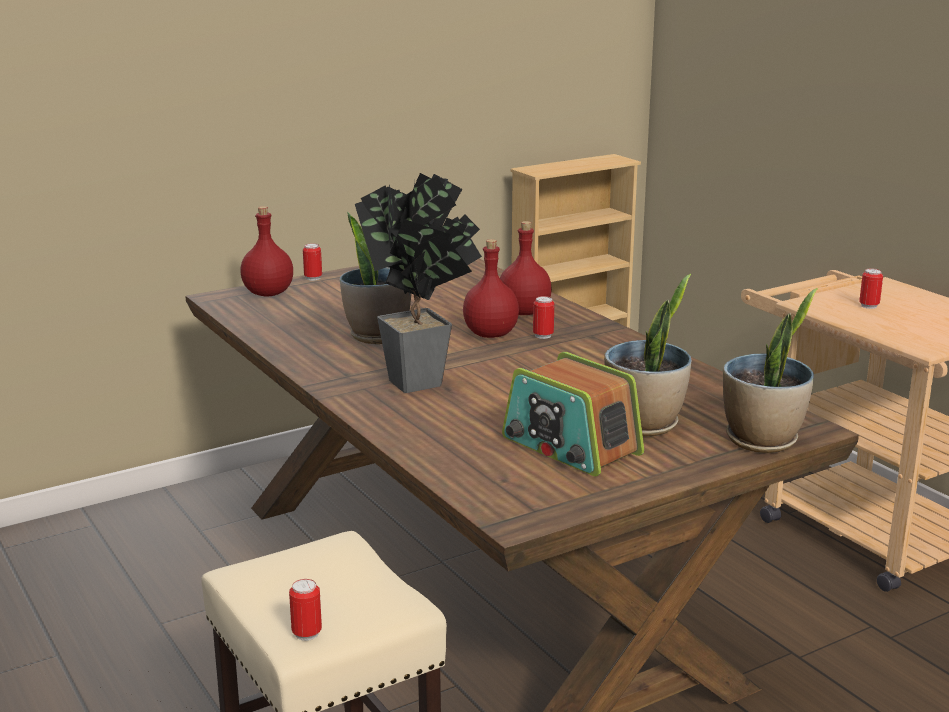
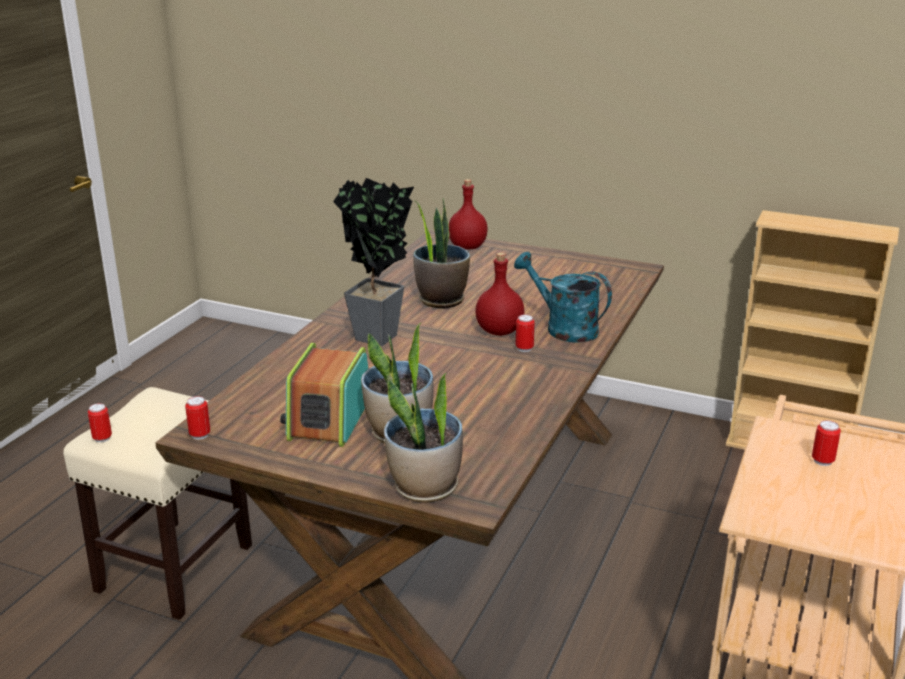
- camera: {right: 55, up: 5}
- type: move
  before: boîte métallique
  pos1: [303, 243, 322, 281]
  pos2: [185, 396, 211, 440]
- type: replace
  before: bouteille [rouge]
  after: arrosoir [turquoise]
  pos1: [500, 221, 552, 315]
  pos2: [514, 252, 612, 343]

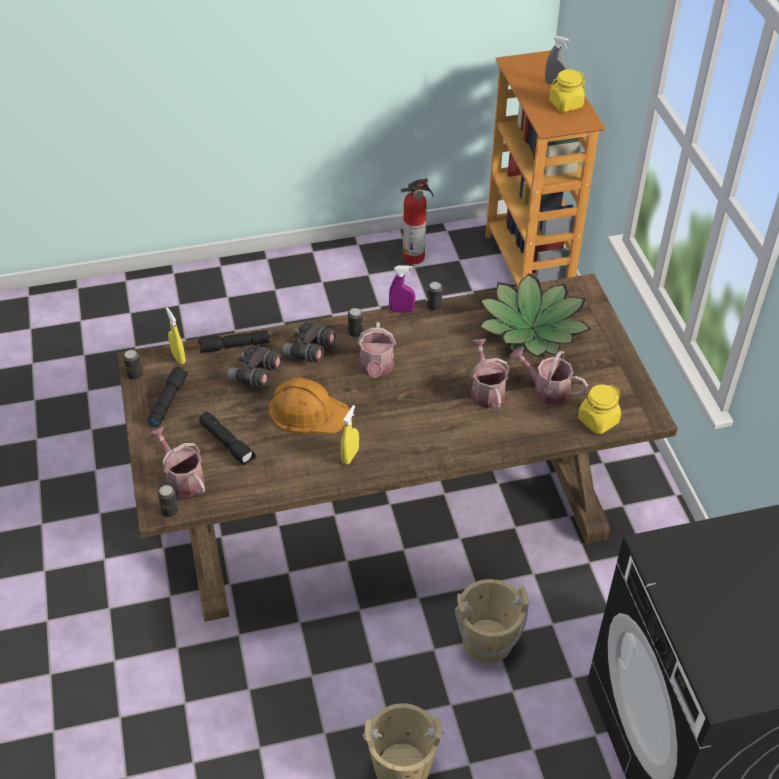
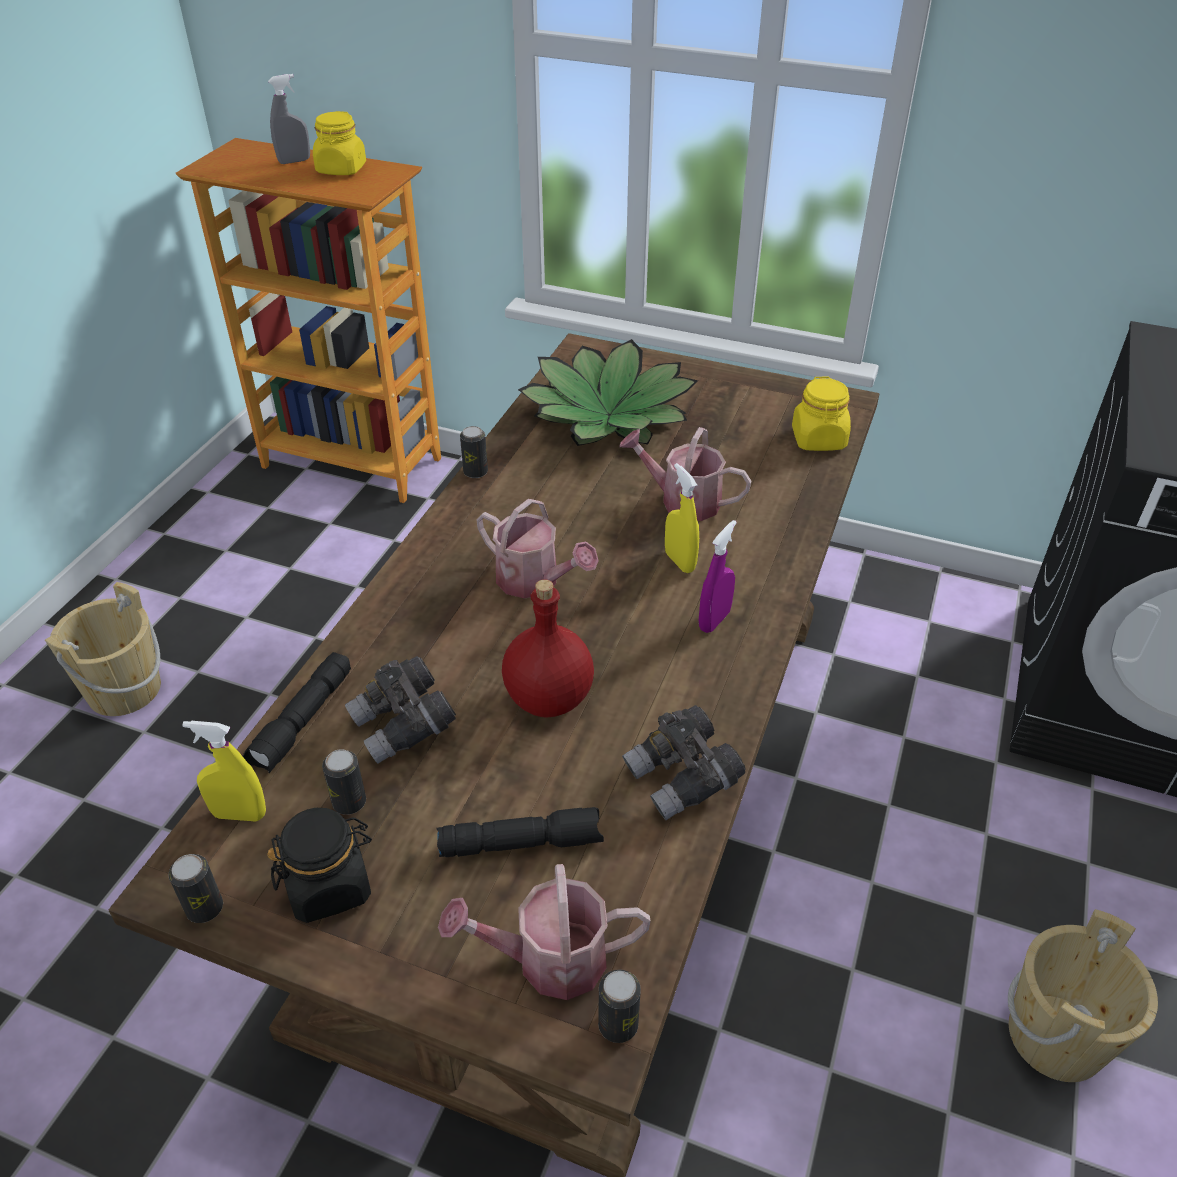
- camera: {right: -55, up: -5}
- type: move
  before: seau [beige]
  pos1: [455, 579, 529, 663]
  pos2: [45, 582, 161, 716]
- type: replace
  before: lampe de poche [noir]
  after: bocal [noir]
  pos1: [148, 367, 188, 427]
  pos2: [267, 808, 372, 923]
- type: move
  before: boîte métallique
  pos1: [348, 308, 363, 337]
  pos2: [322, 749, 366, 815]
- type: replace
  before: casque de chantier [orange]
  after: bouteille [rouge]
  pos1: [269, 377, 349, 434]
  pos2: [502, 580, 594, 717]
- type: move
  before: jumelles [gris]
  pos1: [282, 322, 337, 363]
  pos2: [622, 705, 746, 820]
- type: move
  before: vaporisateur [jaune]
  pos1: [341, 405, 359, 465]
  pos2: [665, 463, 699, 573]
- type: move
  before: vaporisateur [violet]
  pos1: [389, 265, 415, 312]
  pos2: [699, 520, 737, 633]
- type: delete
  before: extincteur
  pos1: [401, 178, 433, 264]
- type: delete
  before: arrosoir
  pos1: [510, 347, 588, 405]

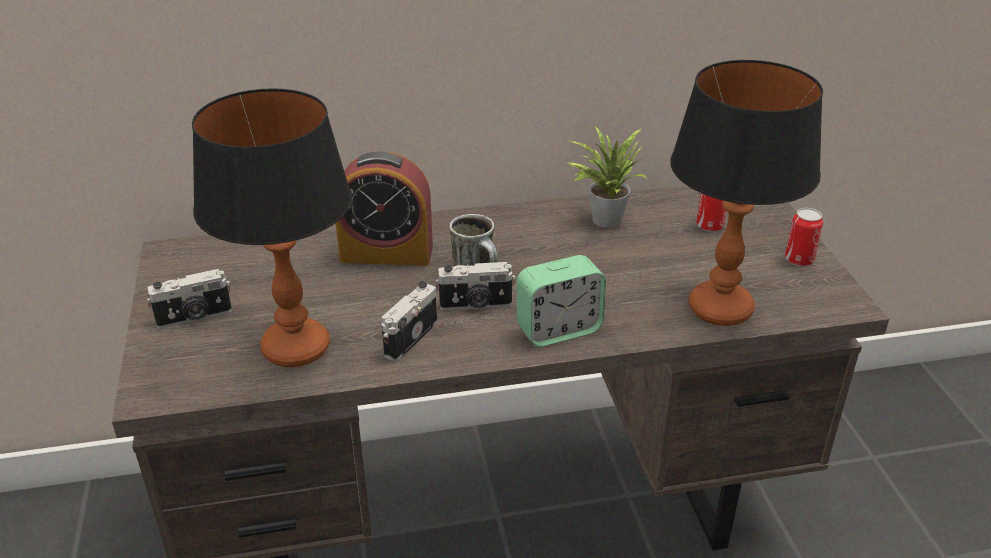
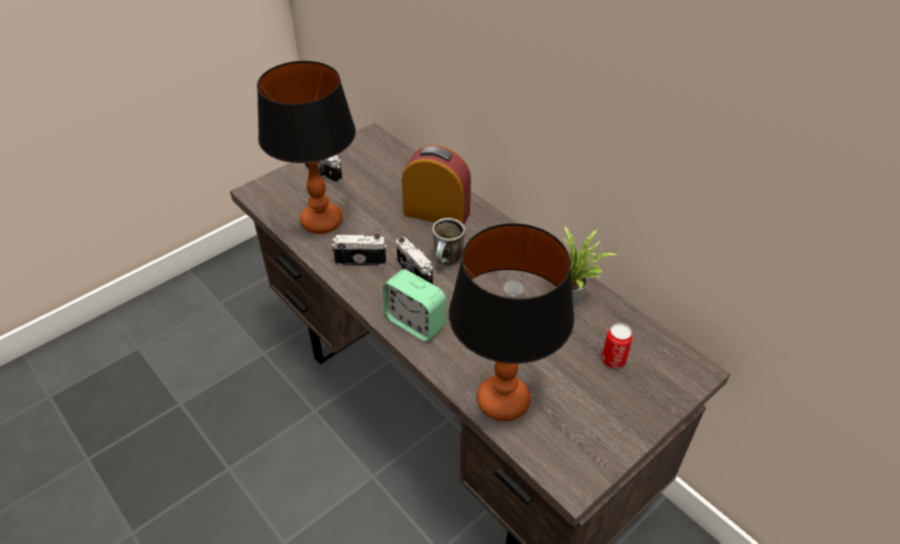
- camera: {right: 60, up: 10}
- type: rotate
  before: réveil
  pos1: [336, 151, 433, 266]
  pos2: [402, 145, 471, 225]
  turn: 135
- type: delete
  before: boîte métallique
  pos1: [785, 208, 823, 266]

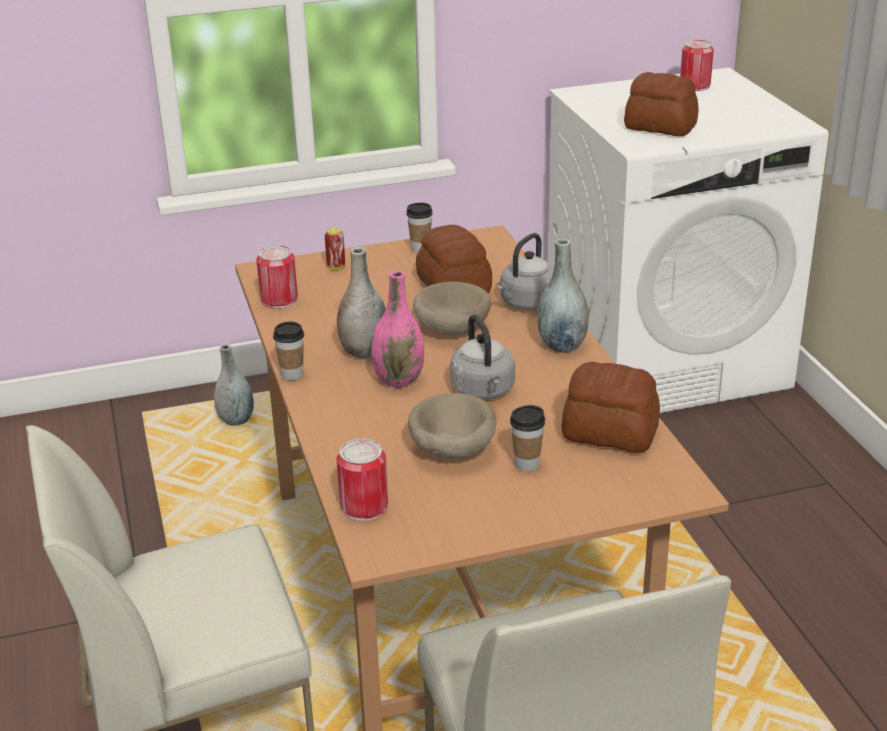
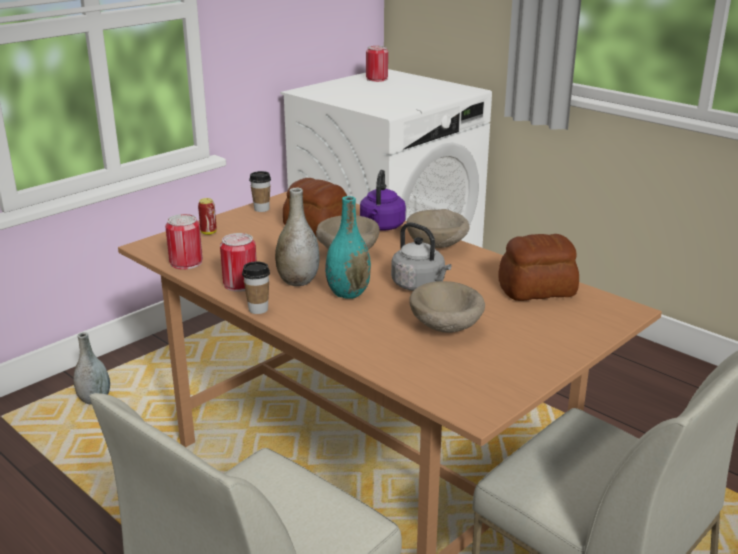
- camera: {right: -30, up: -5}
- type: move
  before: boîte métallique
  pos1: [337, 439, 388, 521]
  pos2: [220, 233, 257, 292]
- type: recolor
  before: vase [rose]
  after: vase [turquoise]
  pos1: [371, 271, 424, 388]
  pos2: [325, 196, 371, 299]
- type: recolor
  before: bouilloire [gris]
  after: bouilloire [violet]
  pos1: [497, 233, 554, 310]
  pos2: [360, 170, 406, 230]
- type: replace
  before: vase [gris]
  after: bol [beige]
  pos1: [537, 239, 589, 353]
  pos2: [406, 209, 470, 248]
- type: delete
  before: tasse
  pos1: [510, 405, 545, 471]
- type: delete
  before: pain
  pos1: [624, 72, 699, 136]

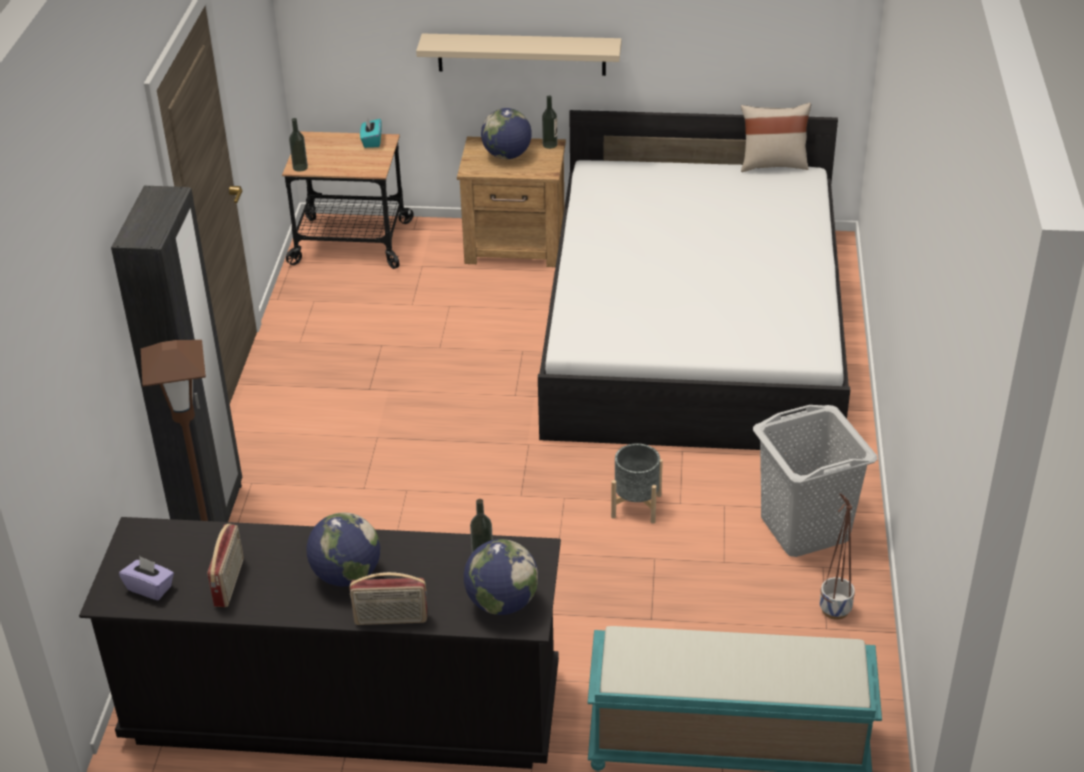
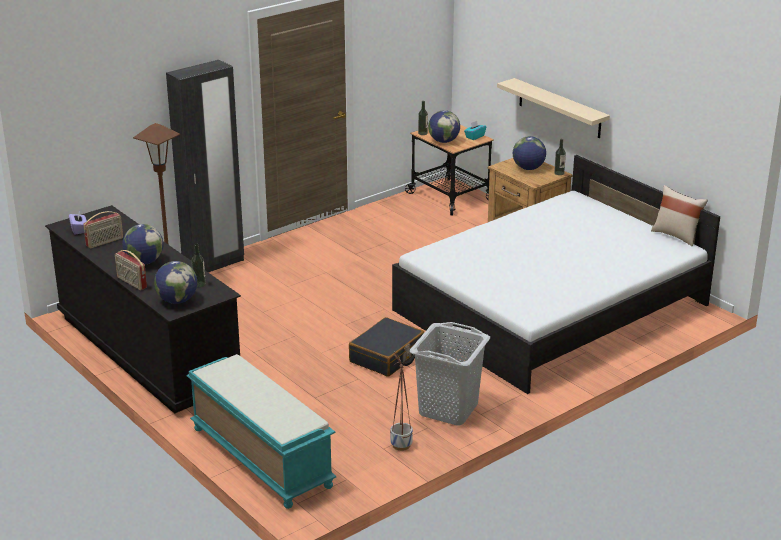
- camera: {right: 45, up: -10}
- type: replace
  before: cache-pot [gris]
  after: valise [noir]
  pos1: [611, 443, 663, 524]
  pos2: [349, 317, 424, 377]
- type: insert
  after: globe
  pos2: [428, 110, 460, 143]

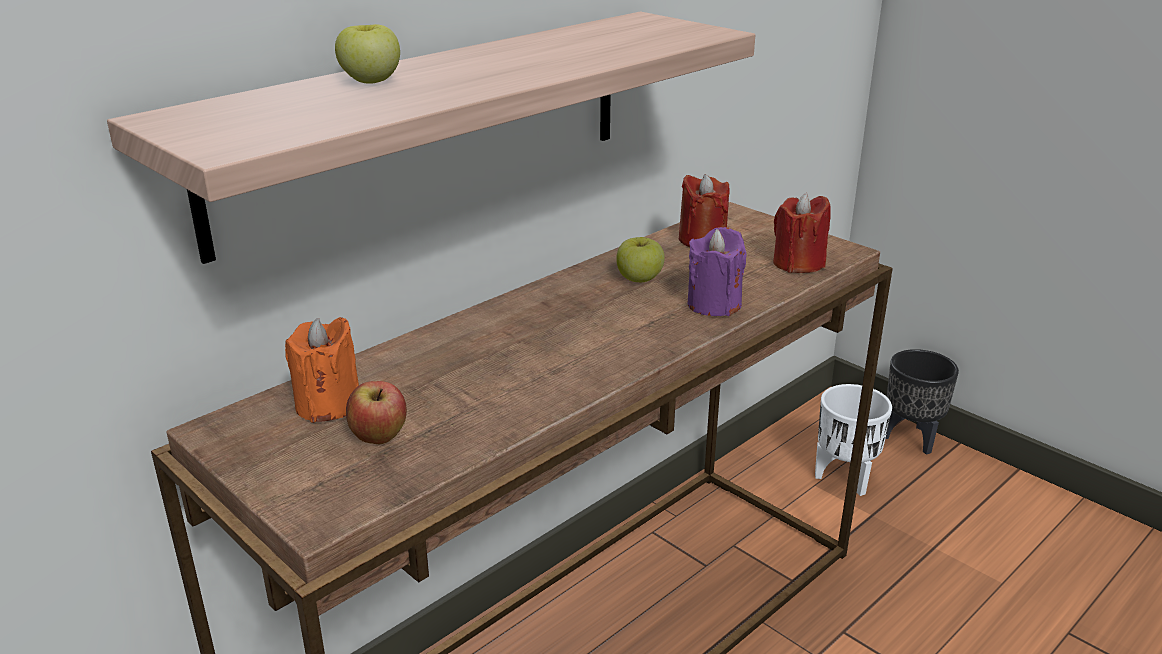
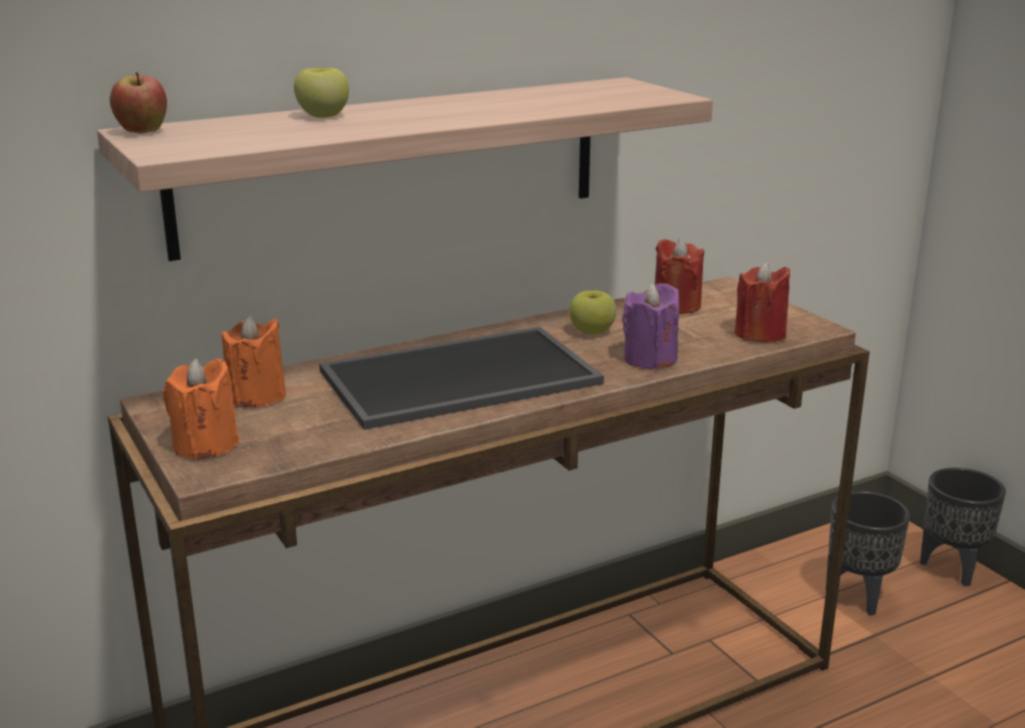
- camera: {right: 15, up: -5}
- type: move
  before: pomme
  pos1: [346, 381, 407, 444]
  pos2: [110, 72, 167, 134]
- type: insert
  after: bougie [orange]
  pos2: [163, 358, 239, 460]
- type: insert
  after: plateau
  pos2: [319, 327, 604, 430]
- type: recolor
  before: cache-pot [blanc]
  after: cache-pot [noir]
  pos1: [815, 384, 892, 496]
  pos2: [826, 491, 910, 615]

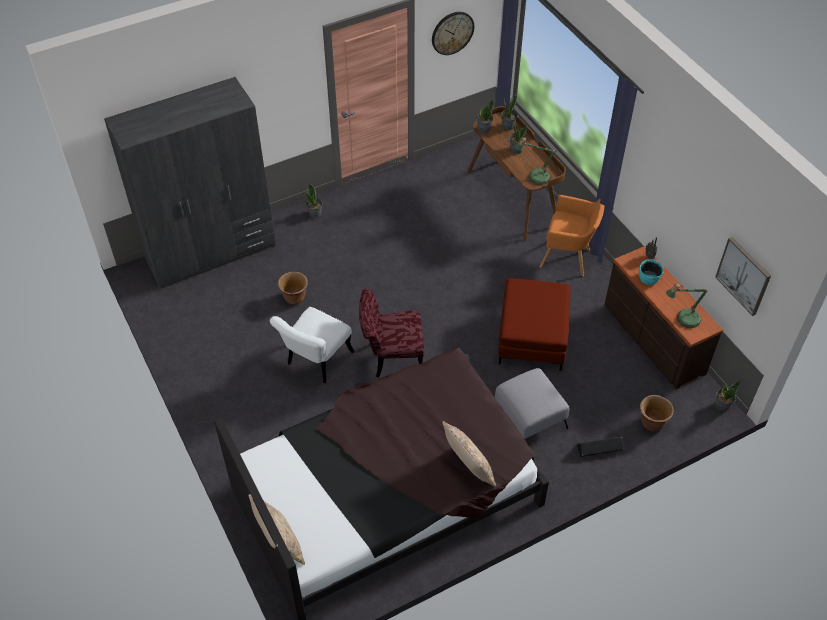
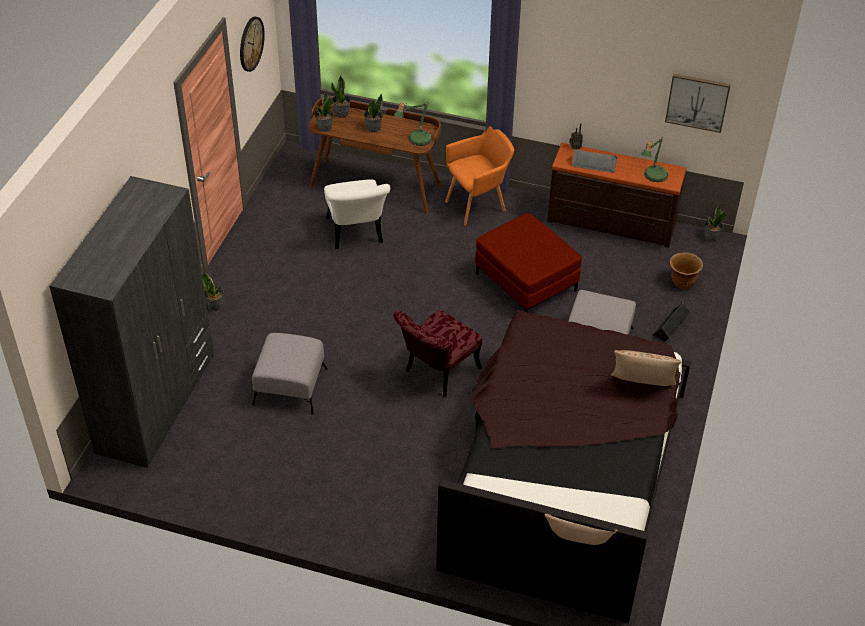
- camera: {right: -45, up: -5}
- type: replace
  before: cache-pot [marron]
  after: pouf [gris]
  pos1: [278, 272, 308, 304]
  pos2: [252, 333, 328, 415]
- type: move
  before: chaise [blanc]
  pos1: [270, 307, 354, 383]
  pos2: [324, 179, 390, 249]
- type: replace
  before: bol [turquoise]
  after: enceinte [gris]
  pos1: [639, 259, 664, 285]
  pos2: [572, 149, 617, 173]

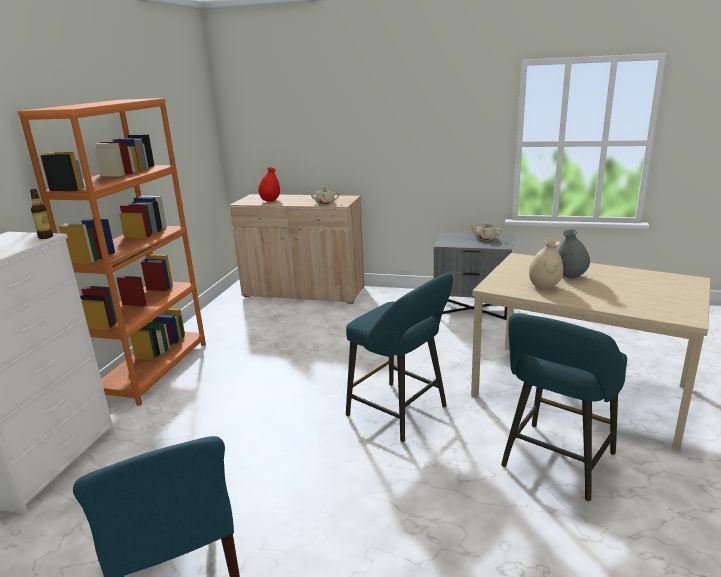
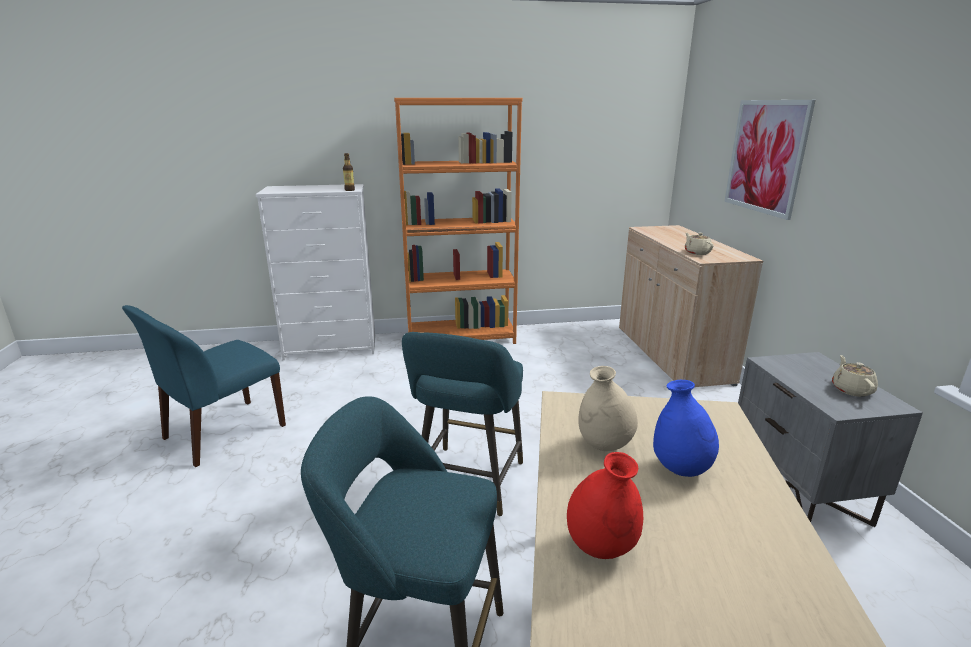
- camera: {right: 65, up: 0}
- type: move
  before: vase [rouge]
  pos1: [258, 167, 280, 202]
  pos2: [567, 452, 643, 559]
- type: recolor
  before: vase [gris]
  after: vase [bleu]
  pos1: [558, 229, 590, 278]
  pos2: [653, 380, 719, 477]
- type: insert
  after: tableau
  pos2: [724, 100, 816, 220]

